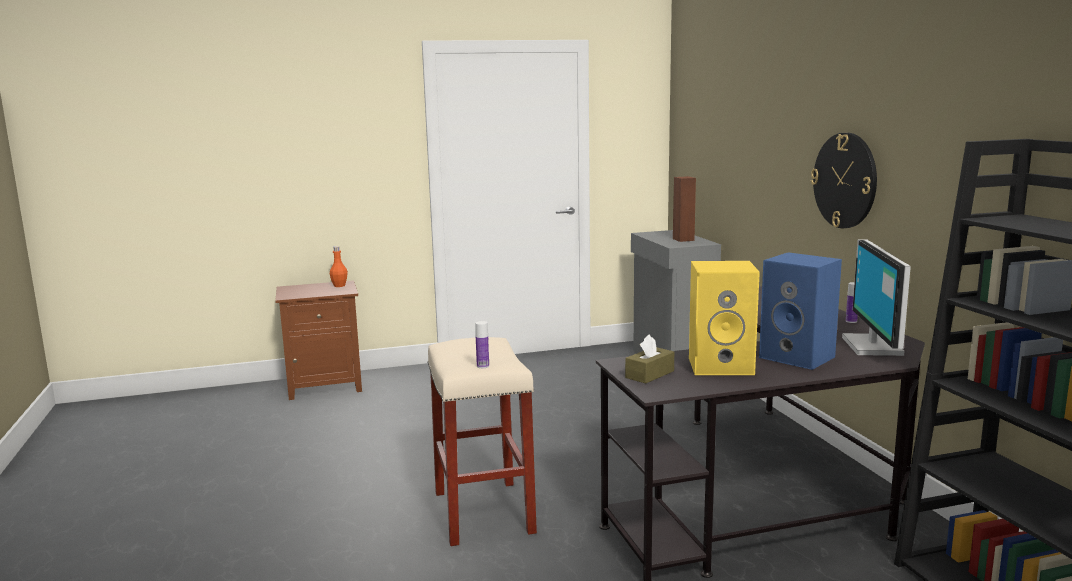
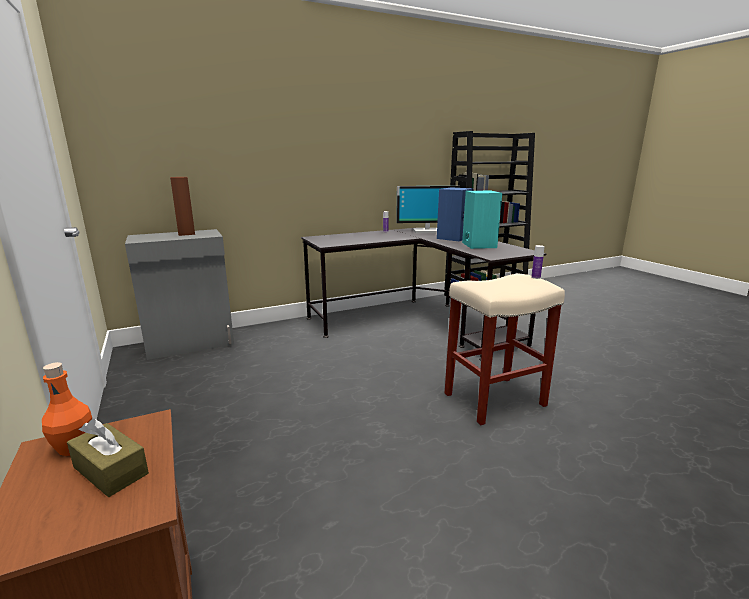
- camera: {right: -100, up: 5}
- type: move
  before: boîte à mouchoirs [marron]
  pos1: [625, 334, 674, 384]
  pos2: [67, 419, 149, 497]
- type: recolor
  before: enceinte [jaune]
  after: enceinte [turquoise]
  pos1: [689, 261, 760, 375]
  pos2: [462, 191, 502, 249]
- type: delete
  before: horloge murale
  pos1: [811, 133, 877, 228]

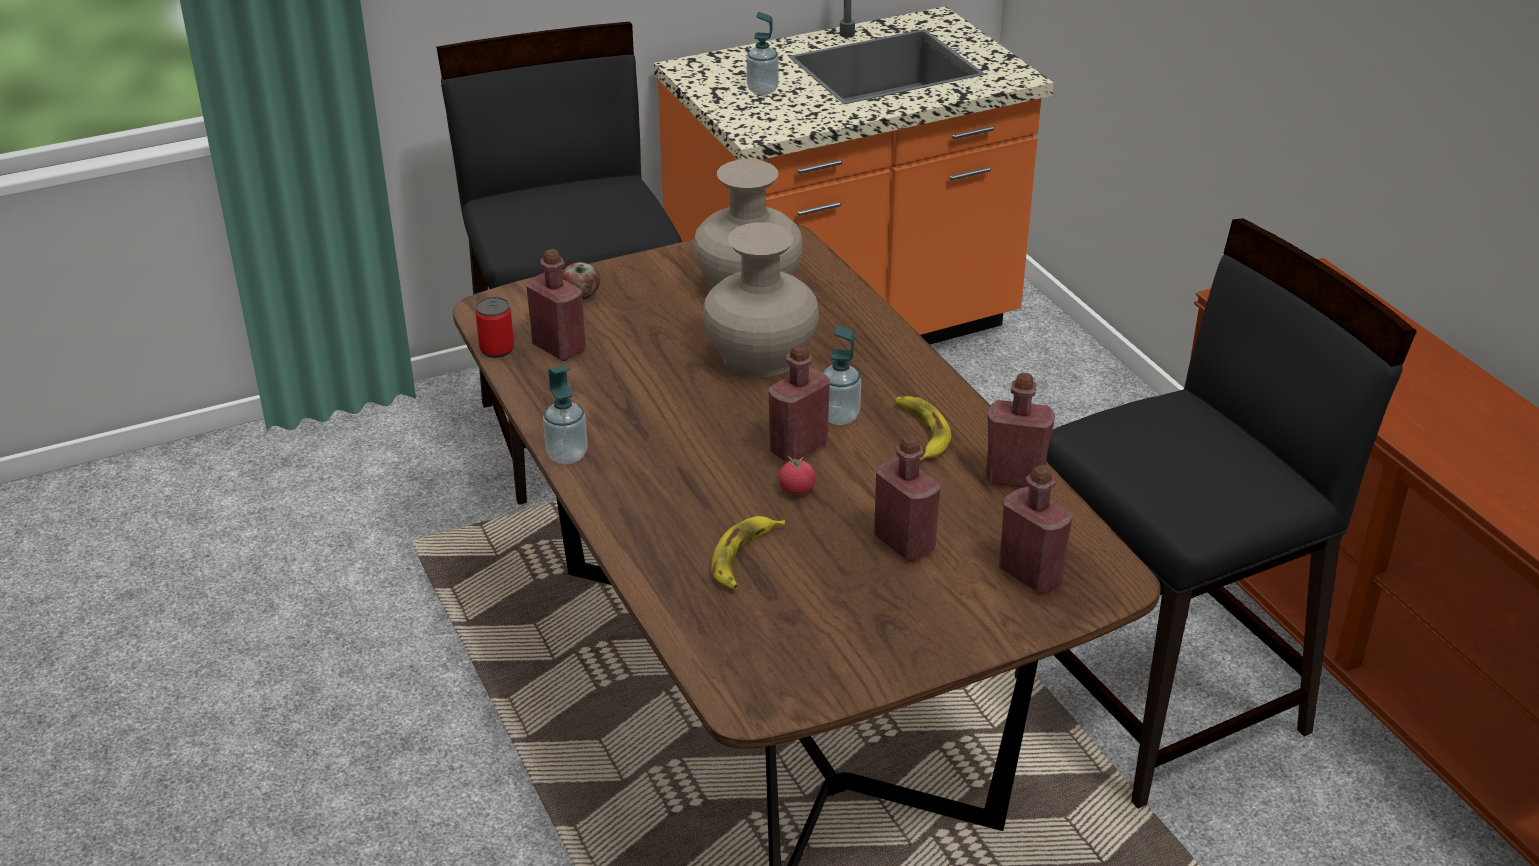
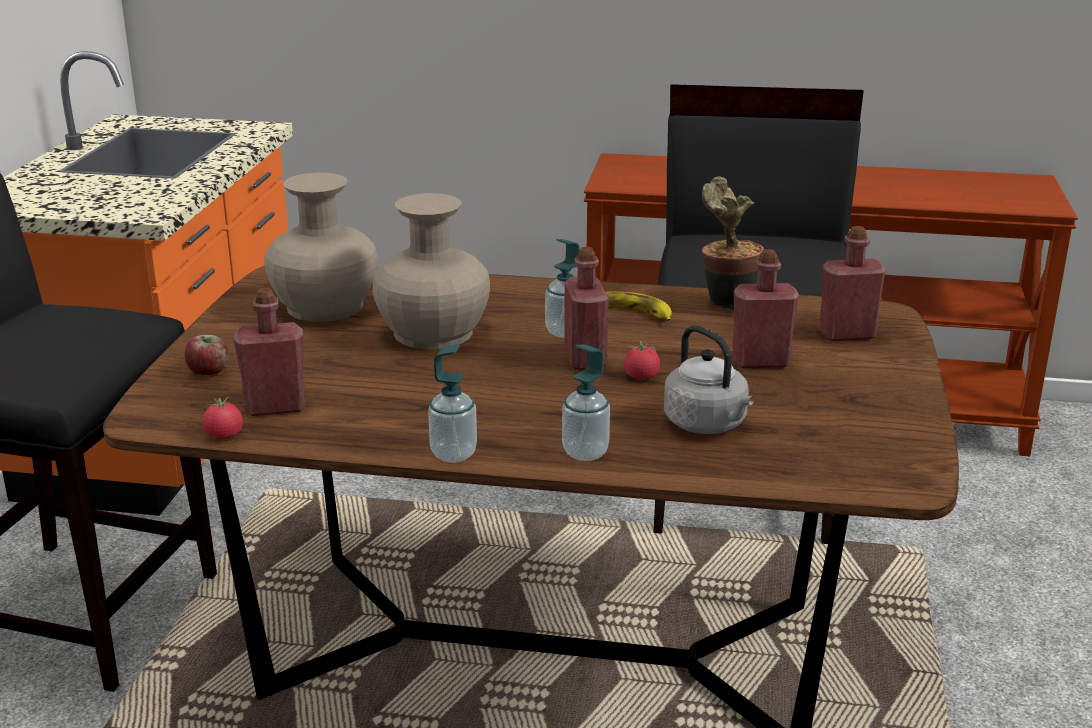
- camera: {right: -55, up: -10}
- type: replace
  before: boîte métallique
  after: tomate
  pos1: [475, 297, 514, 358]
  pos2: [202, 396, 243, 439]
- type: move
  before: distributeur de savon
  pos1: [746, 12, 779, 95]
  pos2: [562, 344, 610, 461]
- type: replace
  before: banane
  after: bouilloire [gris]
  pos1: [711, 516, 785, 589]
  pos2: [664, 325, 755, 434]
- type: replace
  before: bouteille [rouge]
  after: plante en pot
  pos1: [985, 373, 1055, 487]
  pos2: [702, 176, 764, 311]

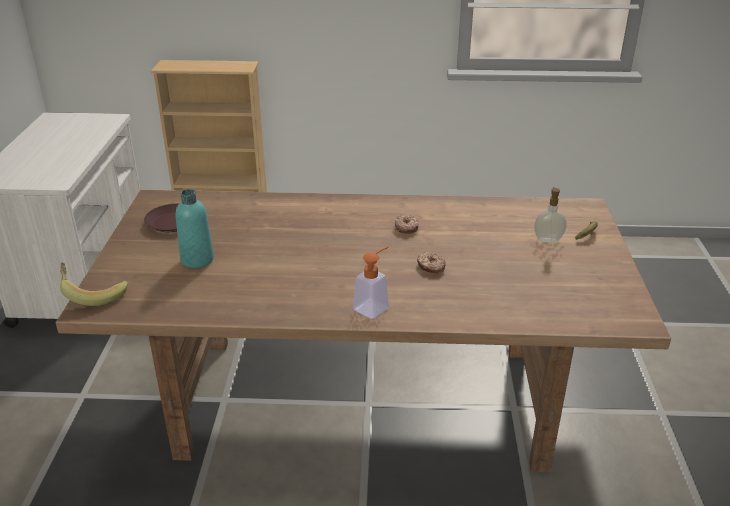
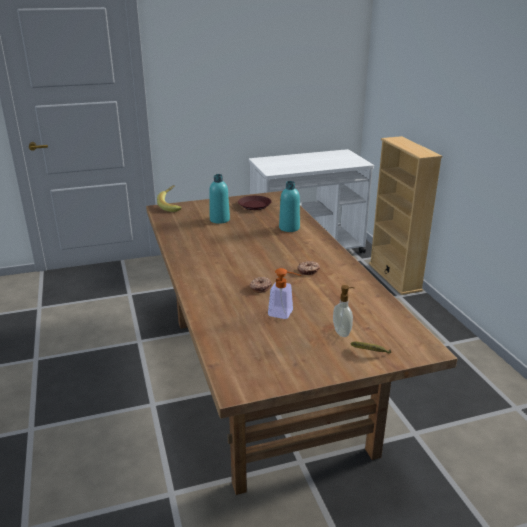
- camera: {right: 70, up: -5}
- type: move
  before: distributeur de savon
  pos1: [353, 247, 389, 319]
  pos2: [268, 268, 302, 319]
- type: insert
  after: bouteille [turquoise]
  pos2: [279, 181, 300, 232]

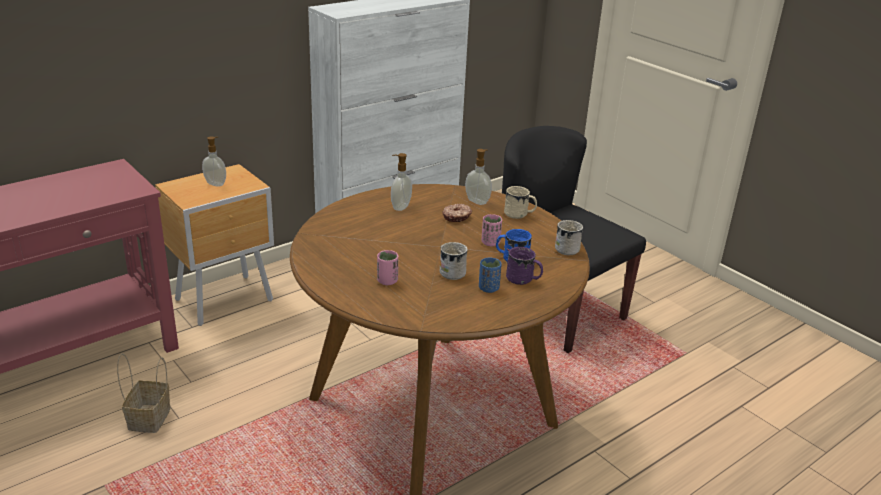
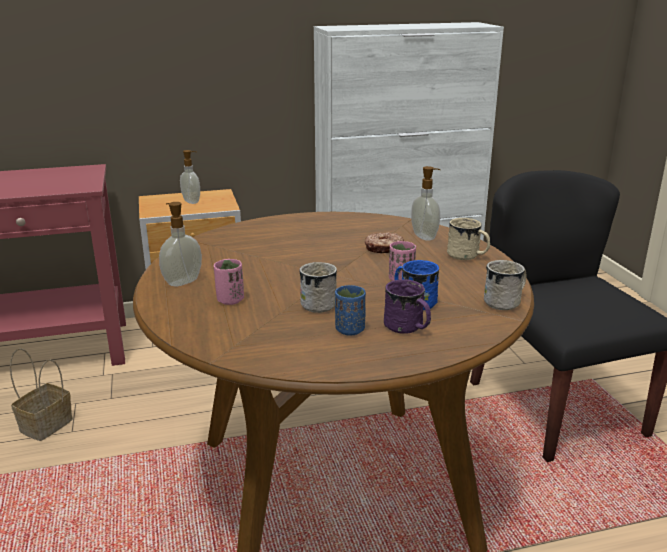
- camera: {right: 25, up: -5}
- type: move
  before: distributeur de savon
  pos1: [391, 153, 412, 211]
  pos2: [159, 202, 202, 287]

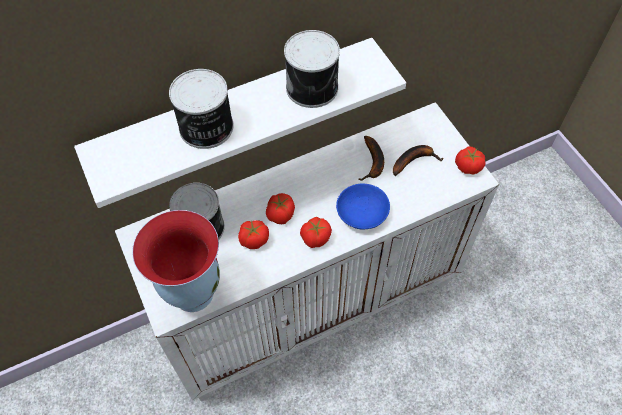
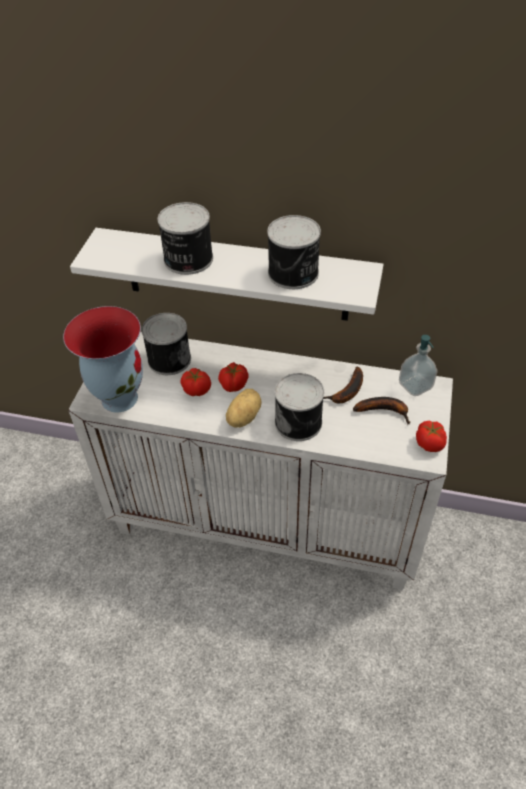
- camera: {right: 40, up: -10}
- type: replace
  before: tomate
  after: pomme de terre
  pos1: [300, 217, 332, 248]
  pos2: [226, 389, 262, 428]
- type: replace
  before: bol [bleu]
  after: boîte métallique
  pos1: [336, 184, 390, 230]
  pos2: [275, 373, 324, 441]
- type: insert
  after: distributeur de savon
  pos2: [399, 335, 438, 396]

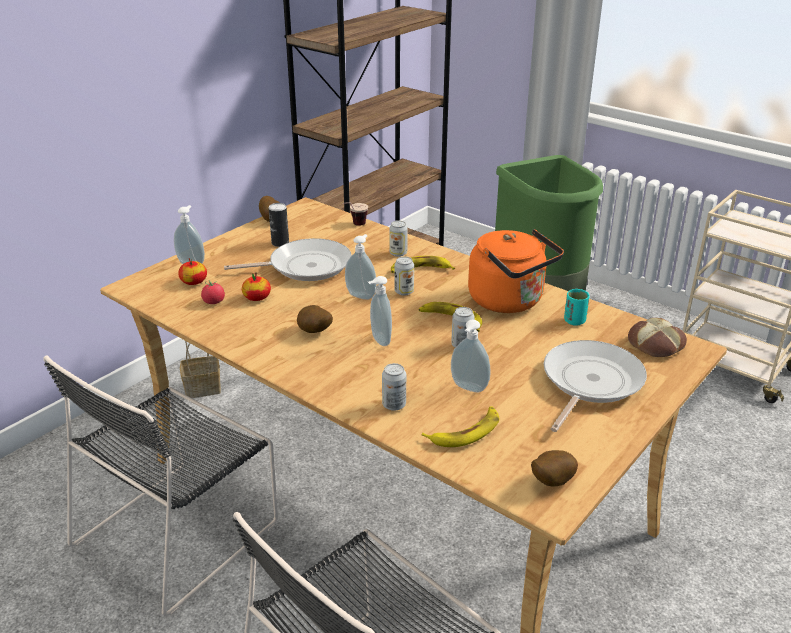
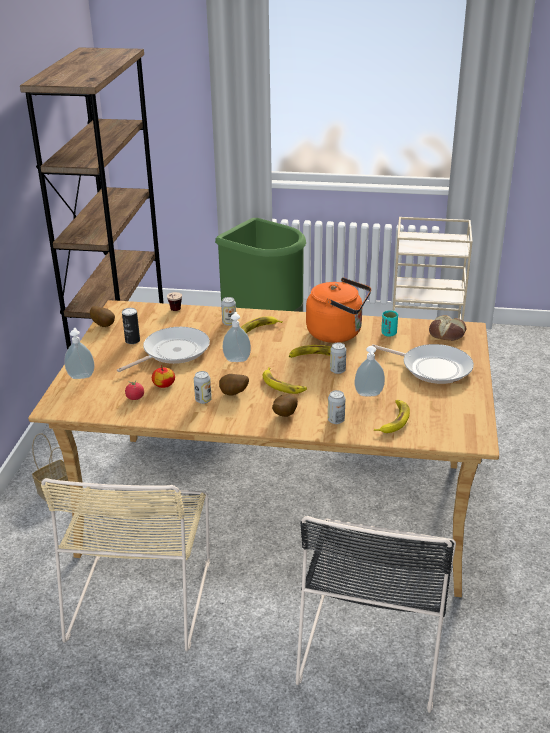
- camera: {right: -30, up: 0}
- type: recolor
  before: chaise [noir]
  after: chaise [beige]
  pos1: [44, 355, 278, 616]
  pos2: [41, 478, 210, 651]
- type: move
  before: boîte métallique
  pos1: [395, 256, 414, 296]
  pos2: [194, 371, 212, 404]
- type: replace
  before: distributeur de savon
  after: banane
  pos1: [368, 276, 392, 346]
  pos2: [263, 367, 307, 394]
- type: move
  before: pomme de terre
  pos1: [531, 450, 578, 487]
  pos2: [272, 394, 298, 417]
- type: rotate
  before: poêle
  pos1: [544, 340, 647, 432]
  pos2: [371, 344, 474, 384]
  turn: 120
- type: delete
  before: pomme
  pos1: [178, 258, 207, 285]

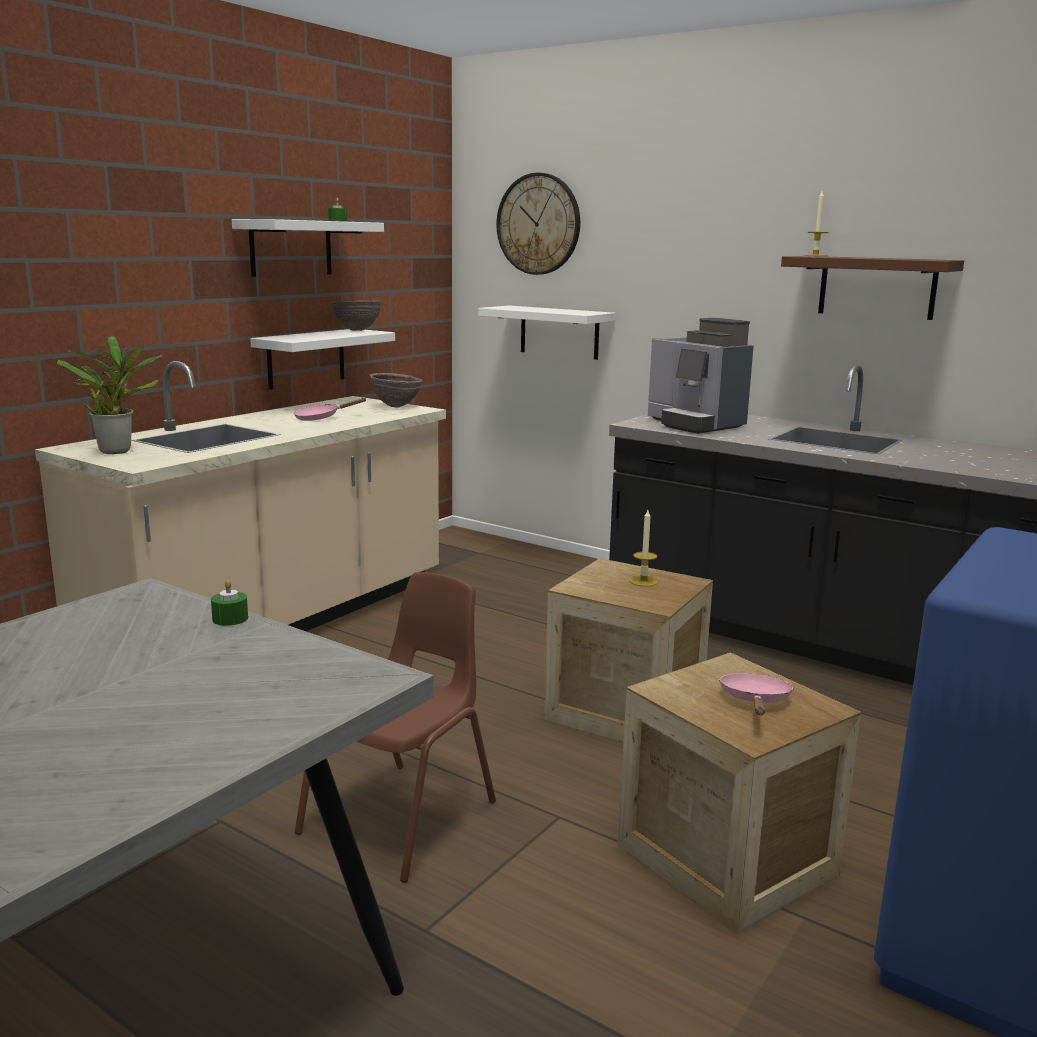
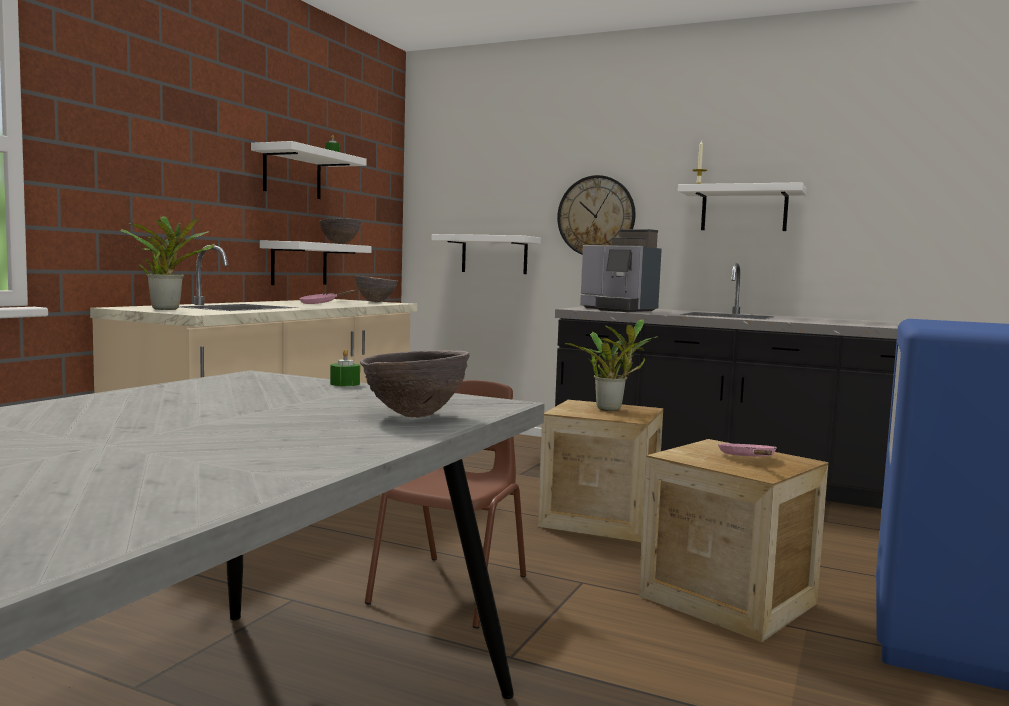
- camera: {right: -10, up: -10}
- type: insert
  after: bol [marron]
  pos2: [360, 350, 470, 418]
- type: move
  before: horloge murale
  pos1: [496, 173, 580, 275]
  pos2: [557, 175, 636, 255]
- type: replace
  before: bougie
  after: plante en pot
  pos1: [630, 510, 658, 587]
  pos2: [565, 319, 658, 411]
- type: recolor
  before: étagère [marron]
  after: étagère [blanc]
  pos1: [781, 256, 964, 320]
  pos2: [678, 182, 806, 231]

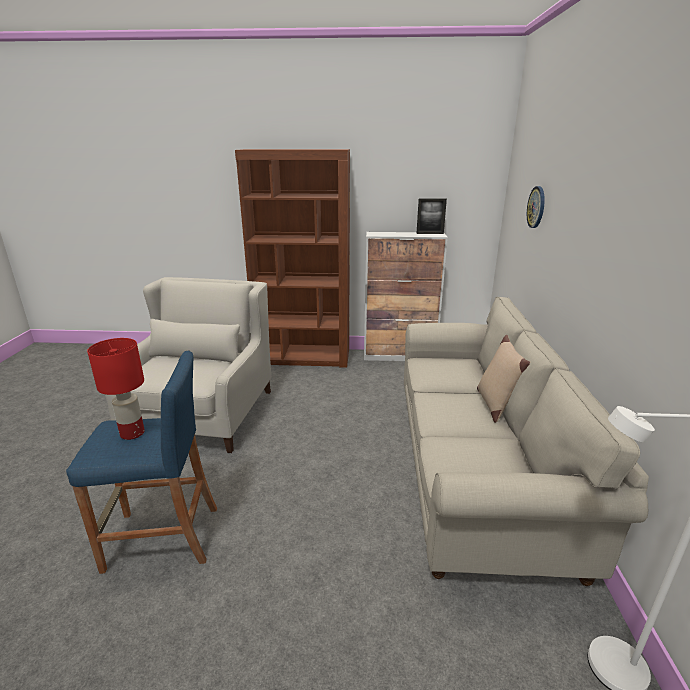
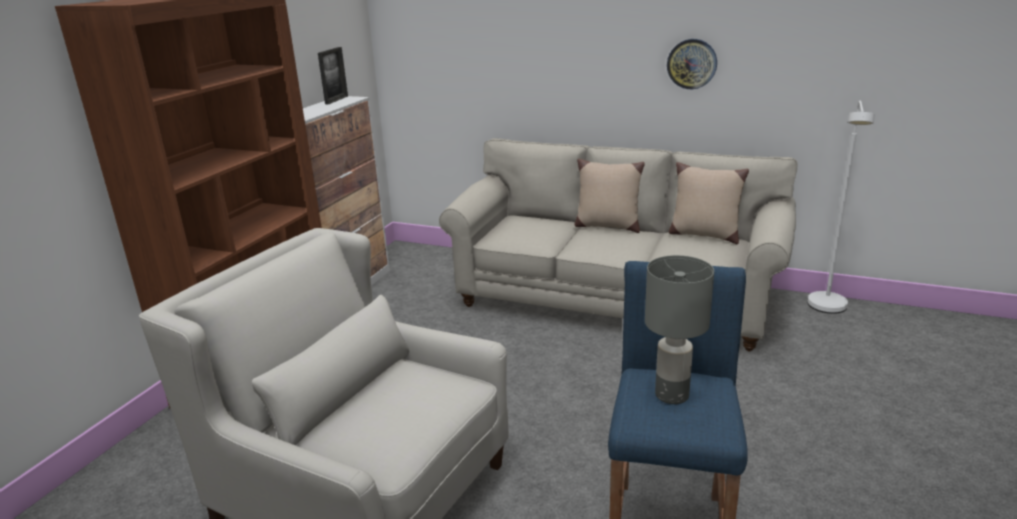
- camera: {right: -70, up: 0}
- type: recolor
  before: lampe de table [rouge]
  after: lampe de table [gris]
  pos1: [87, 338, 145, 440]
  pos2: [645, 255, 714, 404]
- type: move
  before: horloge murale
  pos1: [527, 186, 545, 228]
  pos2: [667, 39, 717, 89]
- type: insert
  after: coussin [beige]
  pos2: [669, 162, 749, 244]

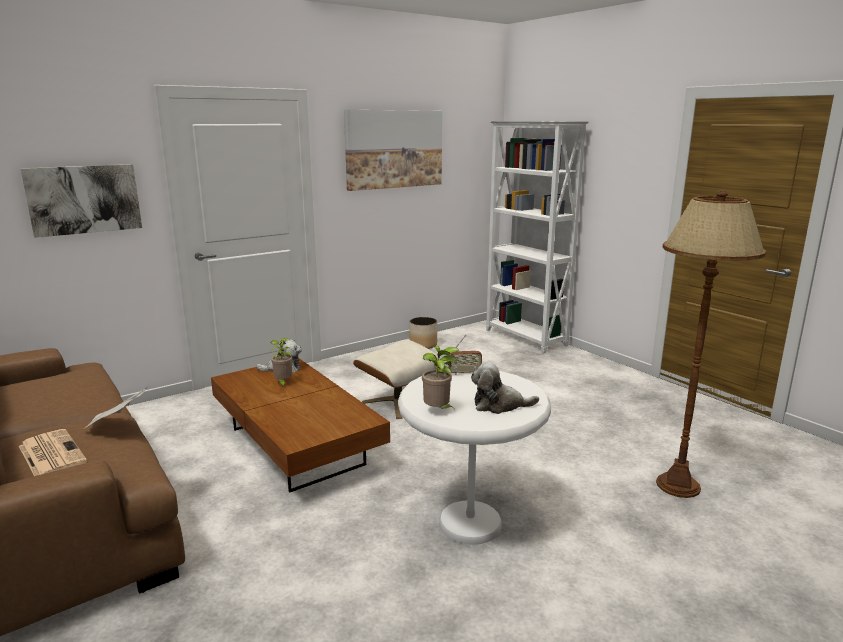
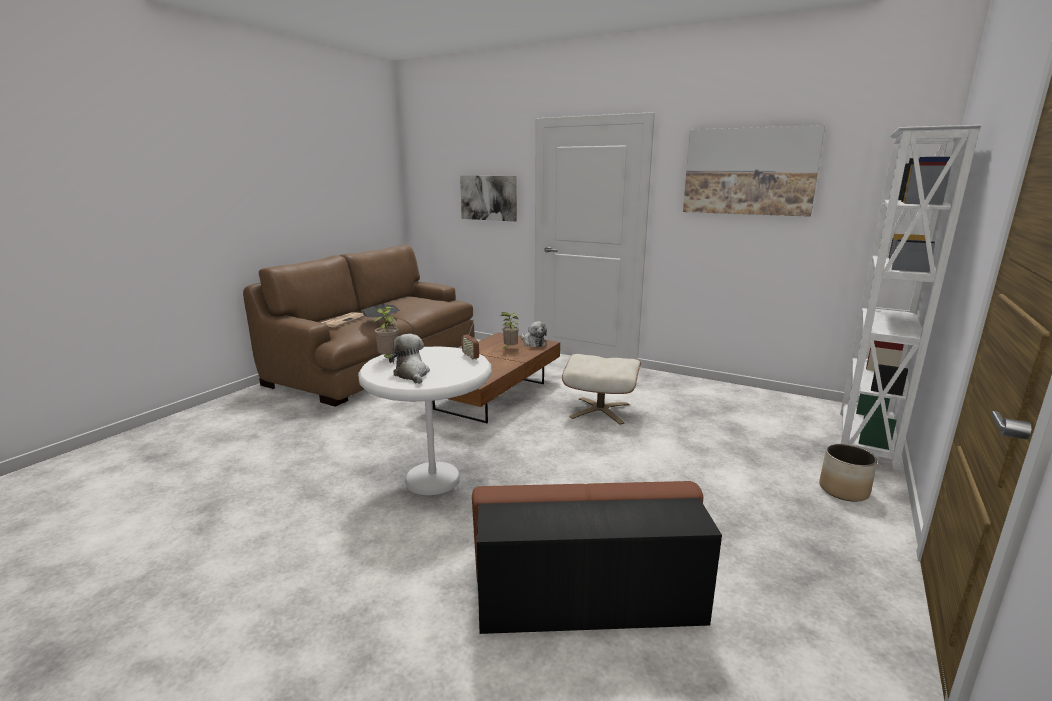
- camera: {right: 65, up: 0}
- type: replace
  before: lampadaire [marron]
  after: pouf [marron]
  pos1: [656, 191, 766, 498]
  pos2: [472, 481, 722, 634]
- type: move
  before: cache-pot
  pos1: [409, 317, 437, 349]
  pos2: [819, 444, 878, 502]

